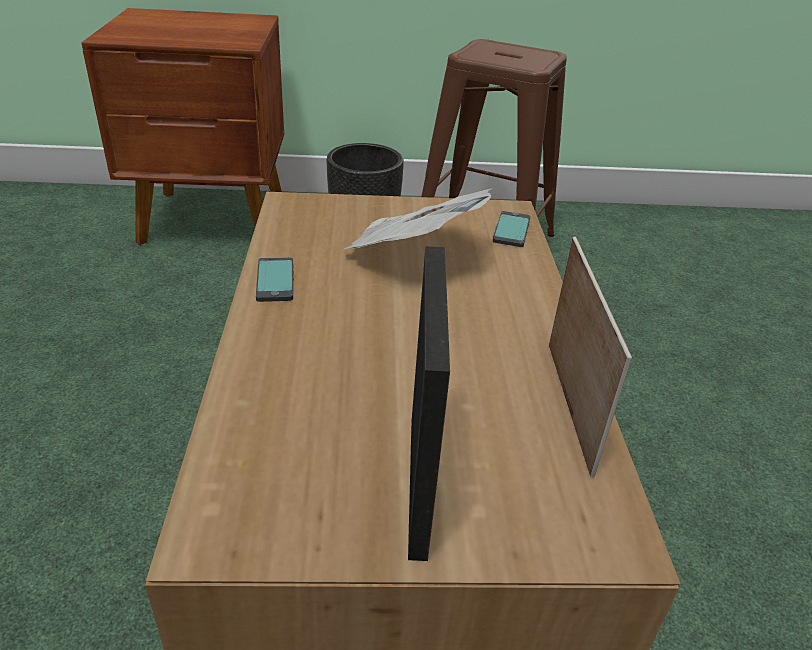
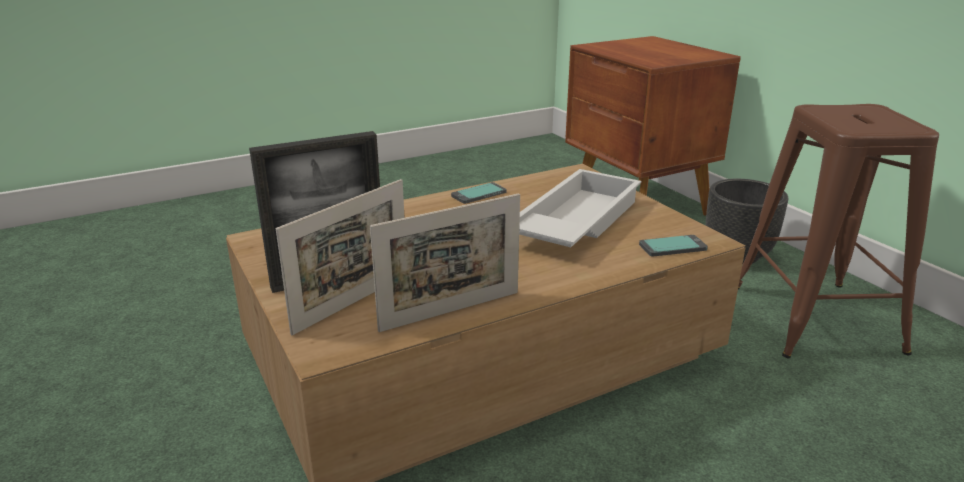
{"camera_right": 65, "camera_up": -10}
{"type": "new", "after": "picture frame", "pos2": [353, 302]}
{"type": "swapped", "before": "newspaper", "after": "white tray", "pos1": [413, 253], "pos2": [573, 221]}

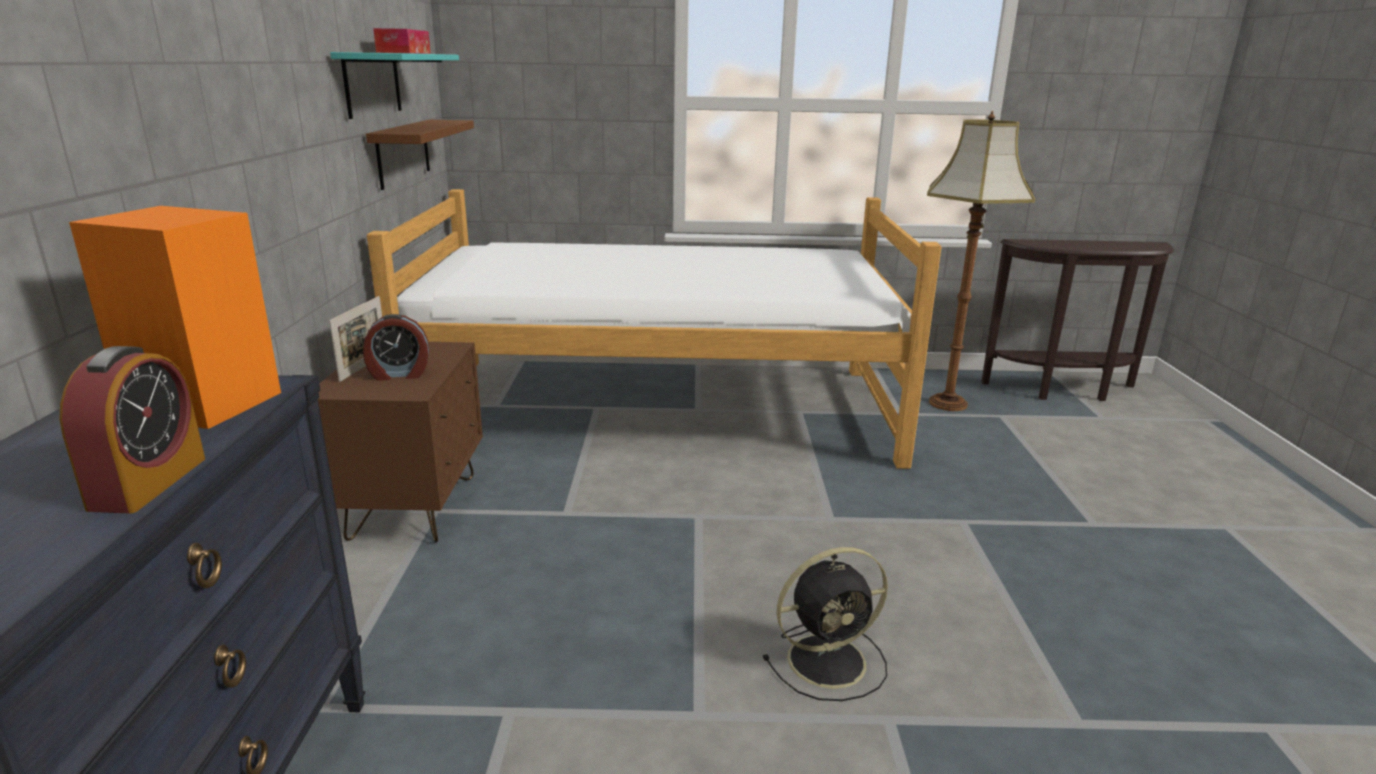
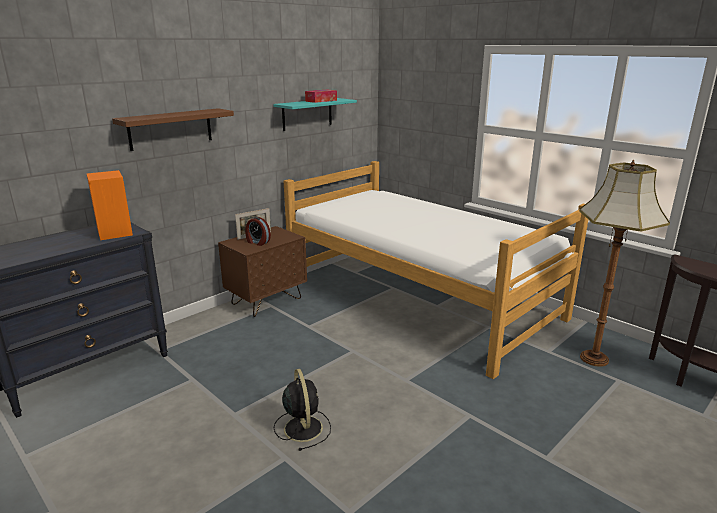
{"camera_right": 45, "camera_up": 0}
{"type": "shifted", "before": "brown shelf", "pos1": [403, 152], "pos2": [170, 129]}
{"type": "rotated", "before": "black fan", "pos1": [830, 660], "pos2": [302, 427], "turn": -135}
{"type": "gone", "before": "alarm clock", "pos1": [149, 483]}

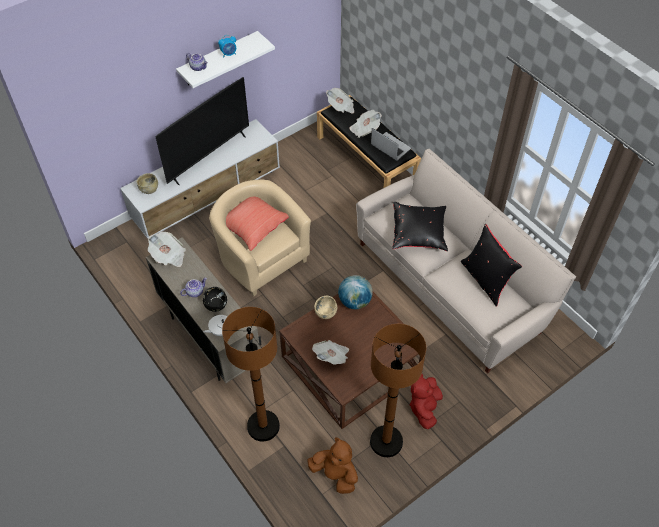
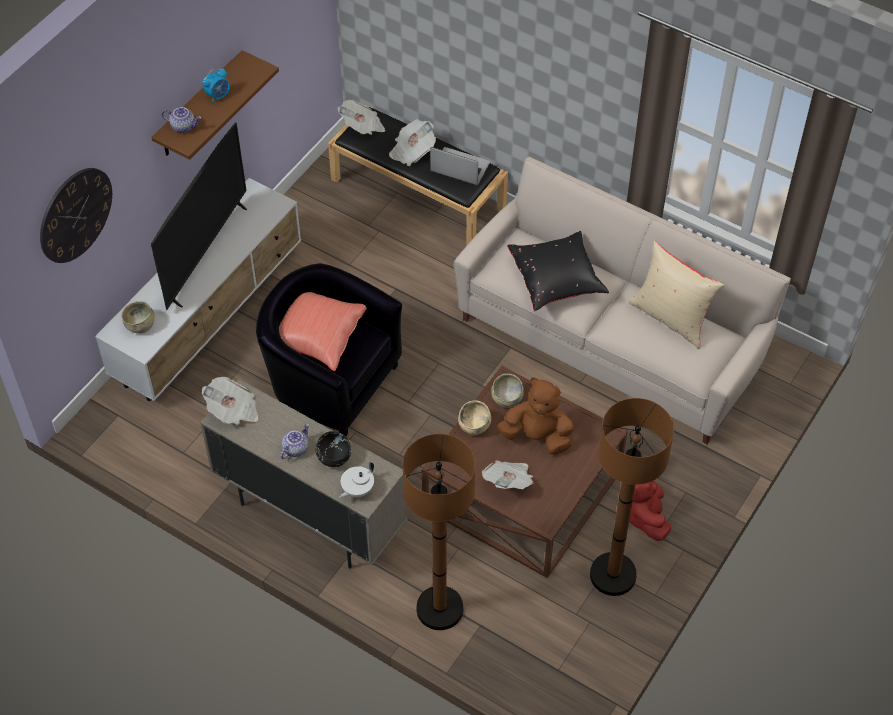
{"camera_right": -20, "camera_up": 0}
{"type": "new", "after": "wall clock", "pos2": [75, 215]}
{"type": "repainted", "before": "white shelf", "after": "brown shelf", "pos1": [219, 59], "pos2": [199, 106]}
{"type": "repainted", "before": "beige armchair", "after": "black armchair", "pos1": [261, 258], "pos2": [330, 381]}
{"type": "swapped", "before": "globe", "after": "beige bowl", "pos1": [355, 301], "pos2": [507, 399]}
{"type": "shifted", "before": "brown plush toy", "pos1": [335, 474], "pos2": [537, 436]}
{"type": "repainted", "before": "black pillow", "after": "beige pillow", "pos1": [485, 280], "pos2": [671, 317]}

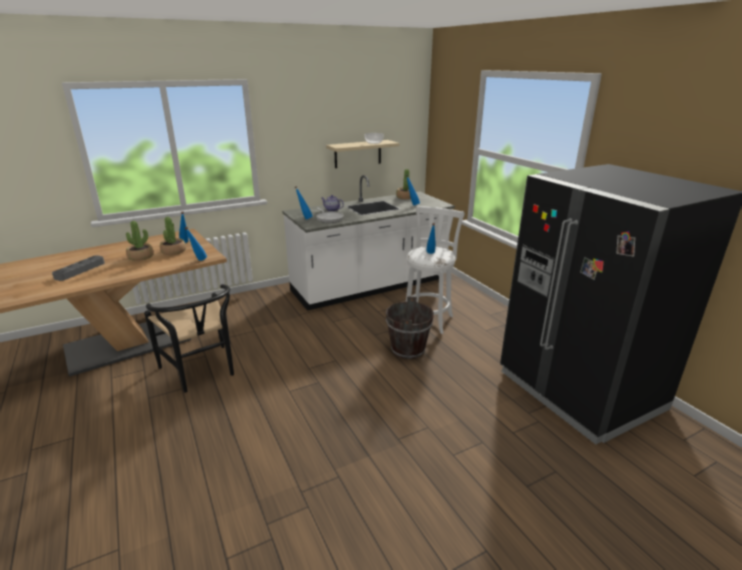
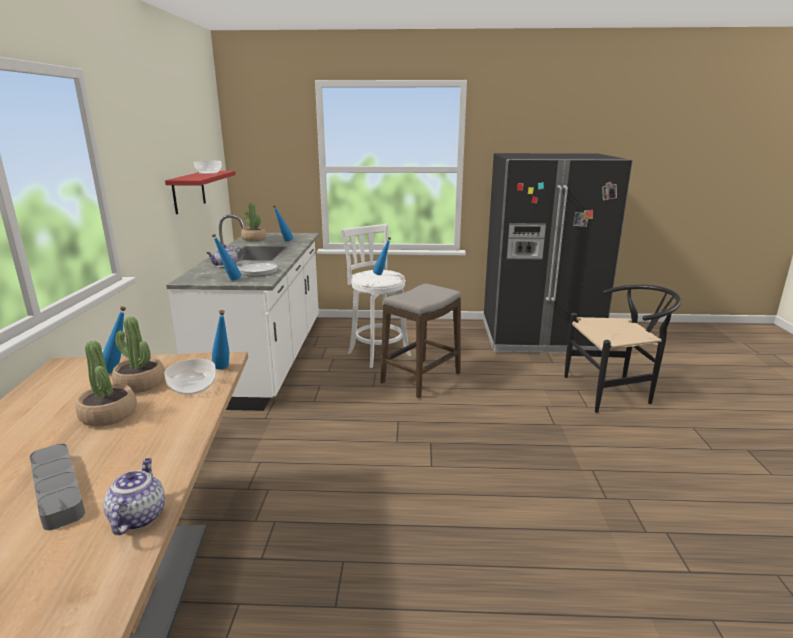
{"camera_right": -60, "camera_up": -5}
{"type": "new", "after": "teapot", "pos2": [138, 516]}
{"type": "new", "after": "bowl", "pos2": [193, 387]}
{"type": "repainted", "before": "beige shelf", "after": "red shelf", "pos1": [358, 154], "pos2": [188, 191]}
{"type": "swapped", "before": "brown bucket", "after": "stool", "pos1": [408, 350], "pos2": [420, 378]}
{"type": "shifted", "before": "black chair", "pos1": [202, 372], "pos2": [614, 391]}

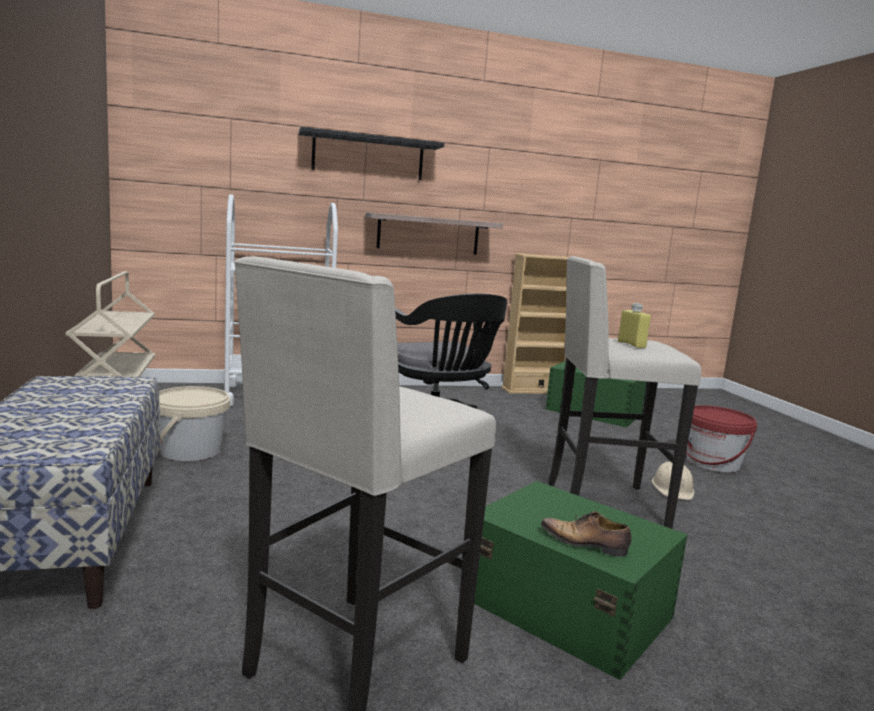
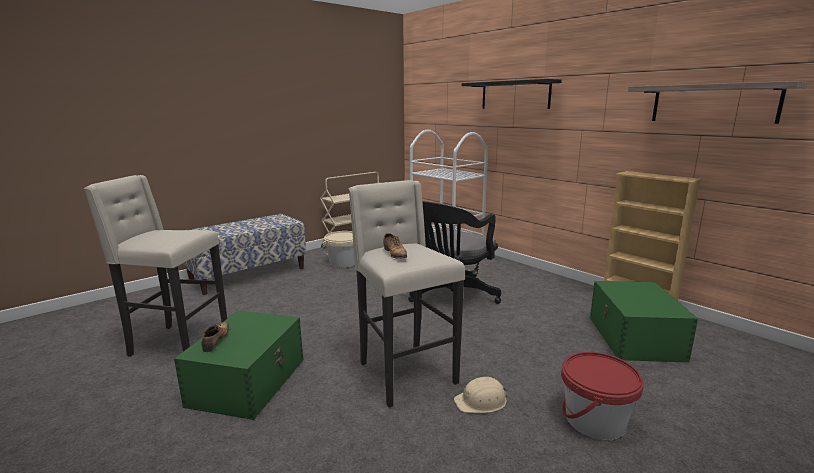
{"camera_right": 65, "camera_up": 5}
{"type": "swapped", "before": "yellow bottle", "after": "shoe", "pos1": [631, 344], "pos2": [395, 254]}
{"type": "shifted", "before": "shelf", "pos1": [428, 234], "pos2": [713, 103]}

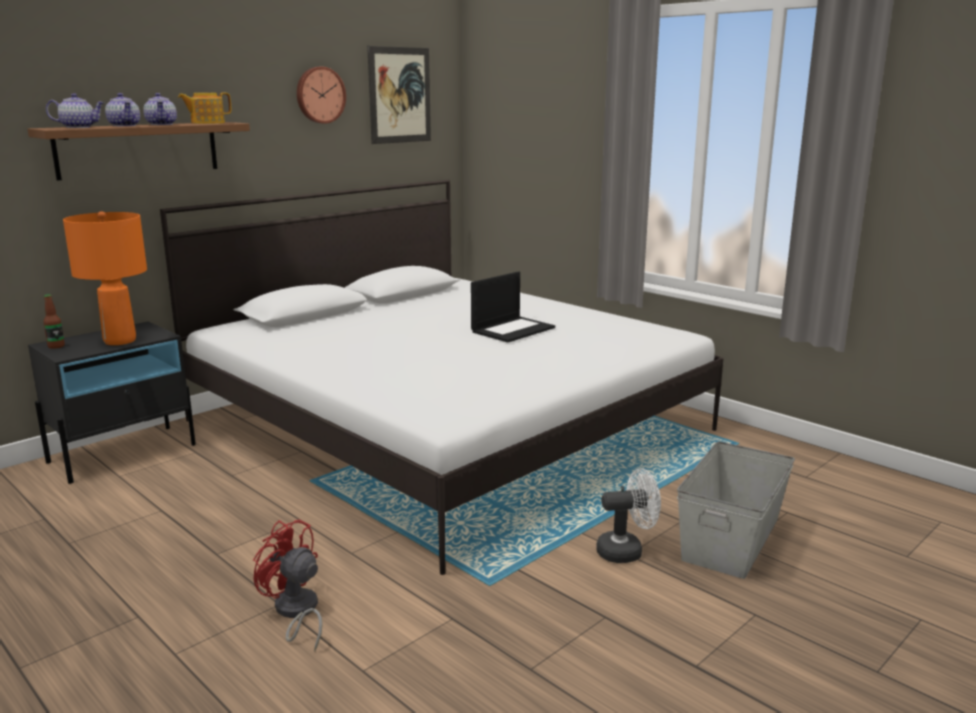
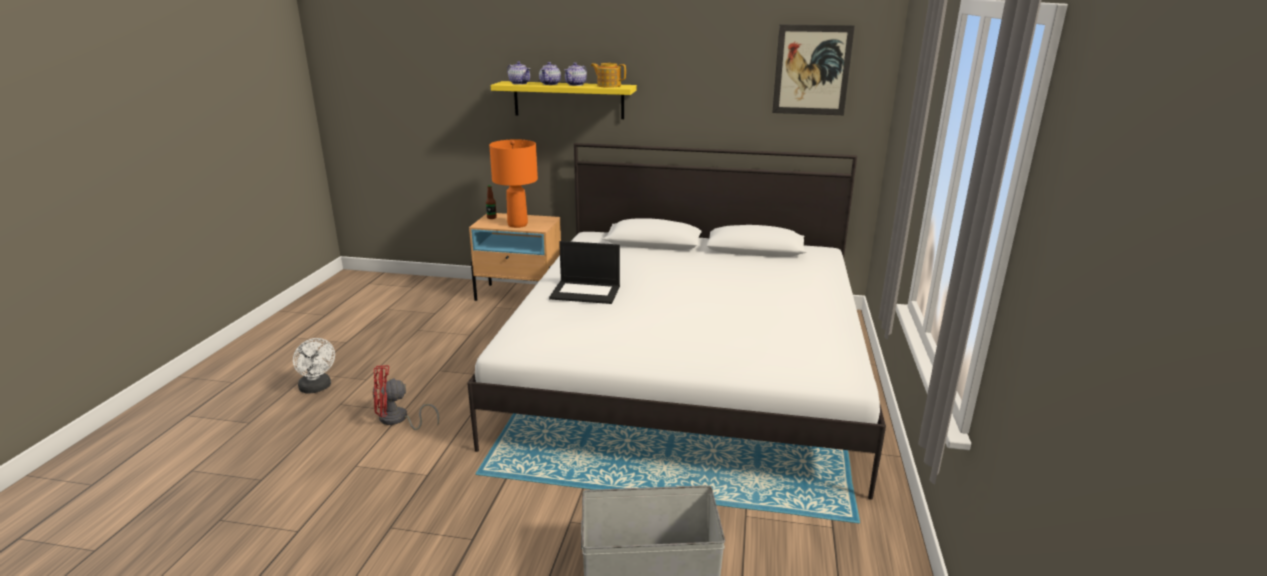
{"camera_right": 55, "camera_up": 5}
{"type": "shifted", "before": "white fan", "pos1": [626, 551], "pos2": [317, 388]}
{"type": "rotated", "before": "red fan", "pos1": [295, 612], "pos2": [398, 420], "turn": -105}
{"type": "repainted", "before": "black nightstand", "after": "beige nightstand", "pos1": [123, 453], "pos2": [520, 295]}
{"type": "repainted", "before": "brown shelf", "after": "yellow shelf", "pos1": [138, 149], "pos2": [568, 100]}
{"type": "shifted", "before": "laptop", "pos1": [513, 329], "pos2": [586, 292]}
{"type": "gone", "before": "wall clock", "pos1": [319, 95]}

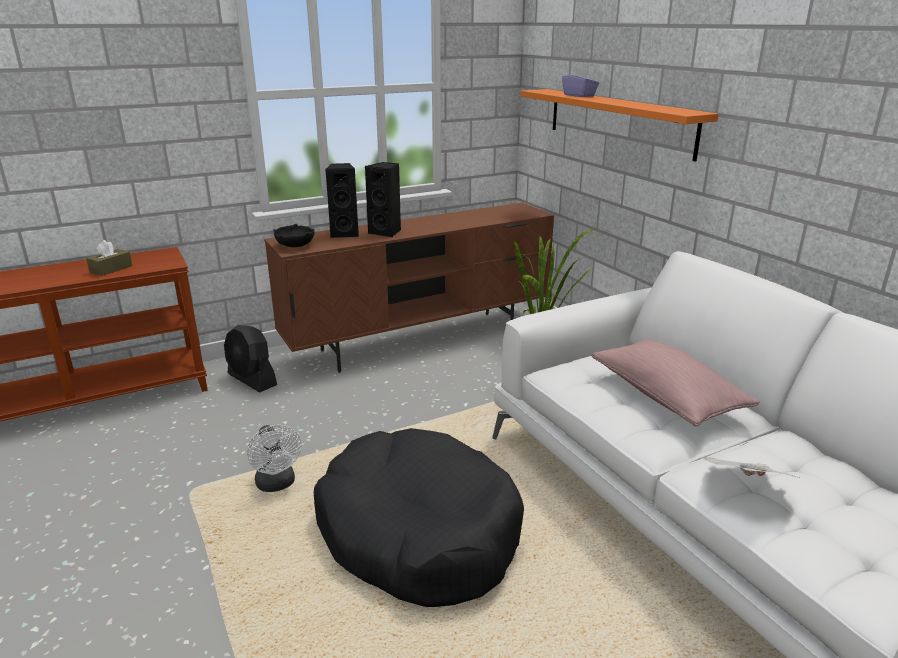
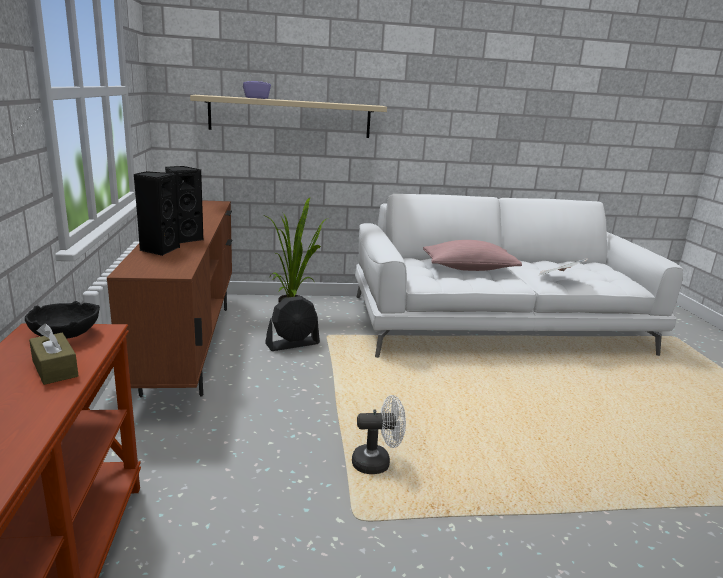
{"camera_right": -70, "camera_up": -5}
{"type": "shifted", "before": "black bowl", "pos1": [295, 245], "pos2": [64, 334]}
{"type": "repainted", "before": "orange shelf", "after": "beige shelf", "pos1": [618, 121], "pos2": [290, 117]}
{"type": "shifted", "before": "black fan", "pos1": [252, 379], "pos2": [293, 344]}
{"type": "gone", "before": "black dog bed", "pos1": [418, 533]}

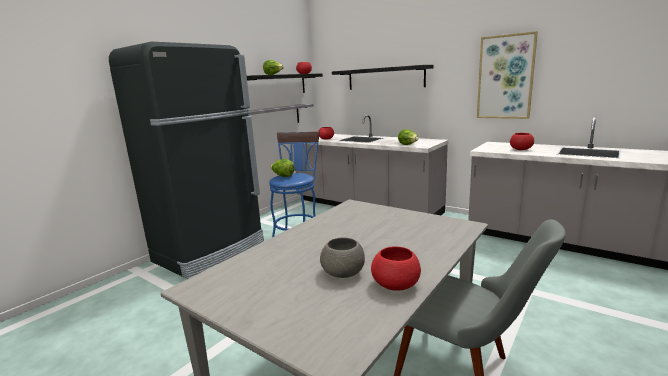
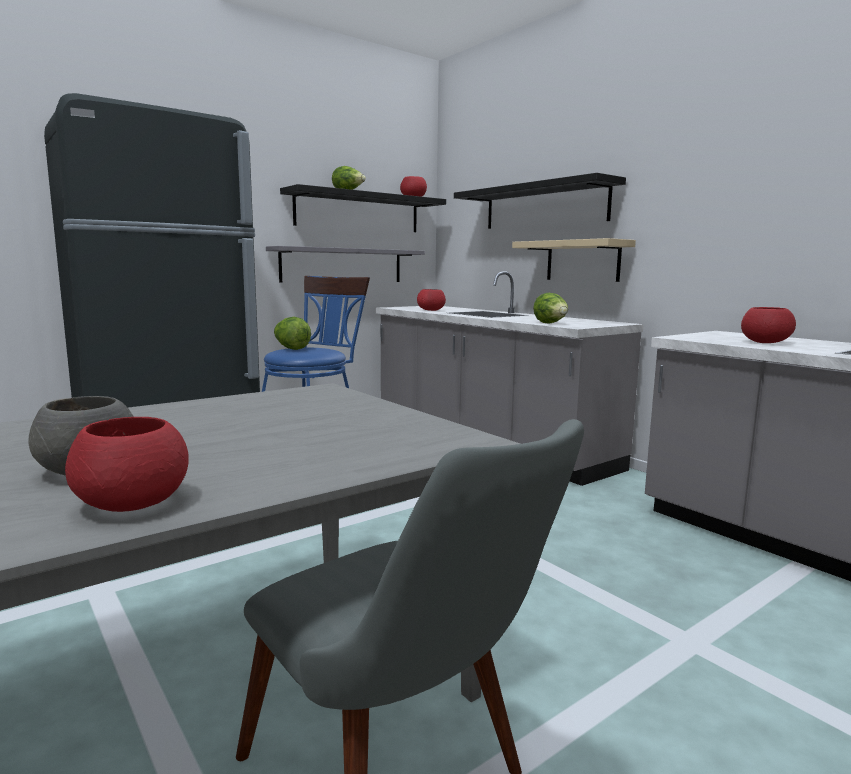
{"camera_right": 15, "camera_up": -5}
{"type": "new", "after": "beige shelf", "pos2": [582, 261]}
{"type": "gone", "before": "picture", "pos1": [505, 77]}

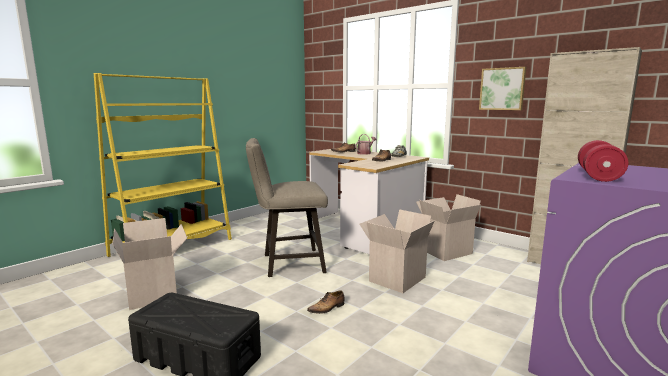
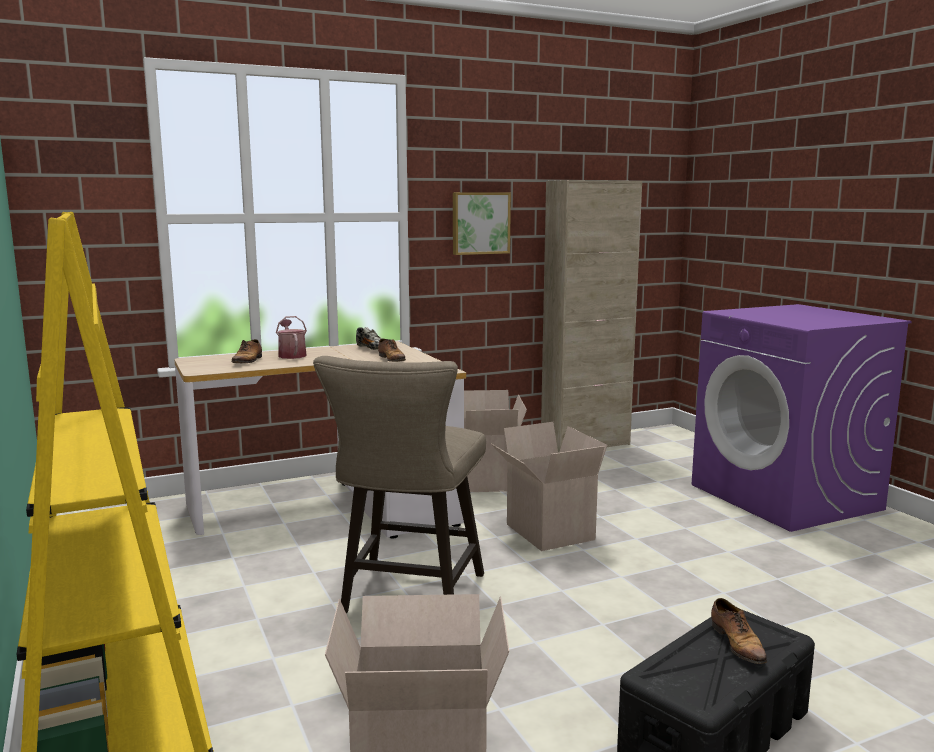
{"camera_right": -65, "camera_up": 0}
{"type": "shifted", "before": "shoe", "pos1": [327, 308], "pos2": [737, 644]}
{"type": "gone", "before": "red dumbbell", "pos1": [598, 176]}

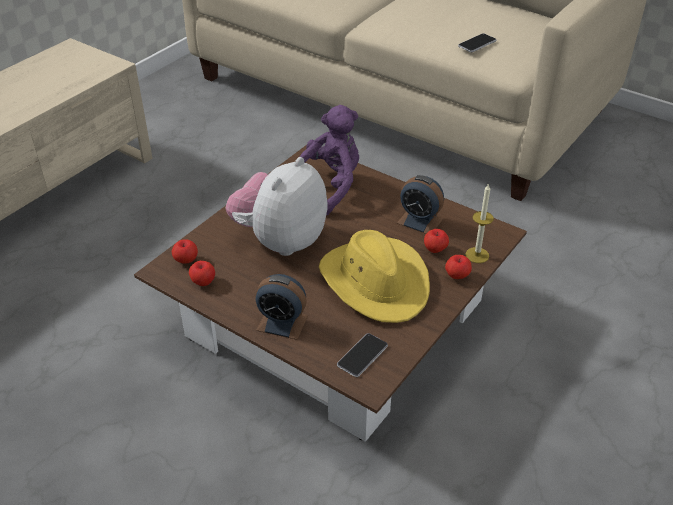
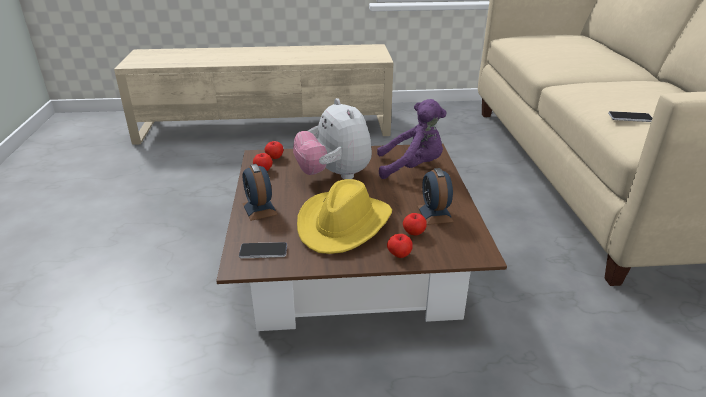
{"camera_right": 50, "camera_up": -10}
{"type": "rotated", "before": "plush toy", "pos1": [280, 240], "pos2": [334, 175], "turn": -105}
{"type": "gone", "before": "candle", "pos1": [477, 255]}

